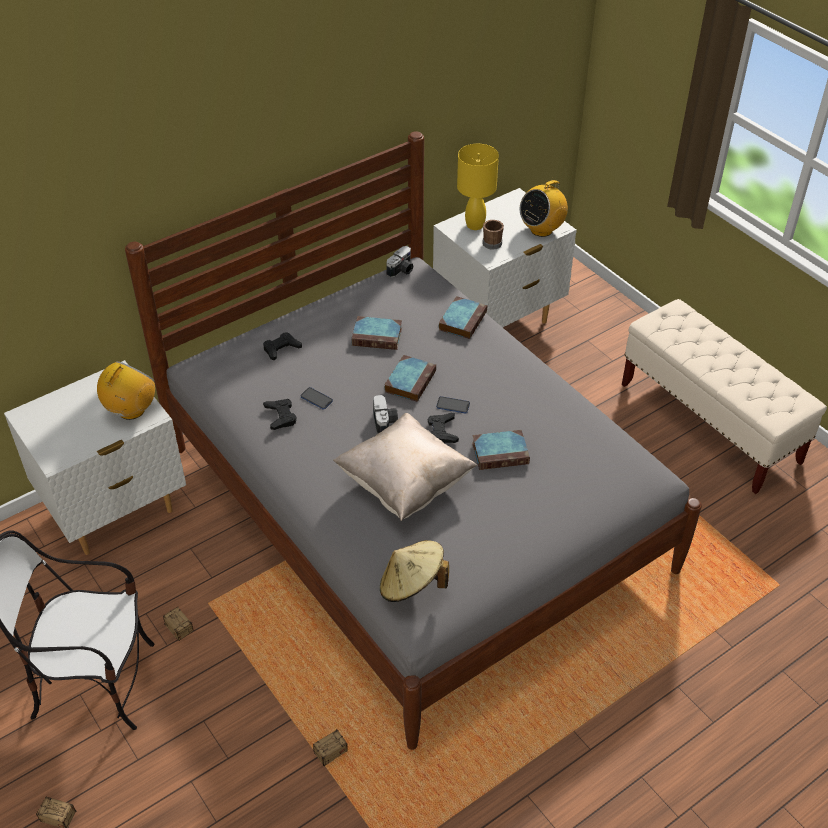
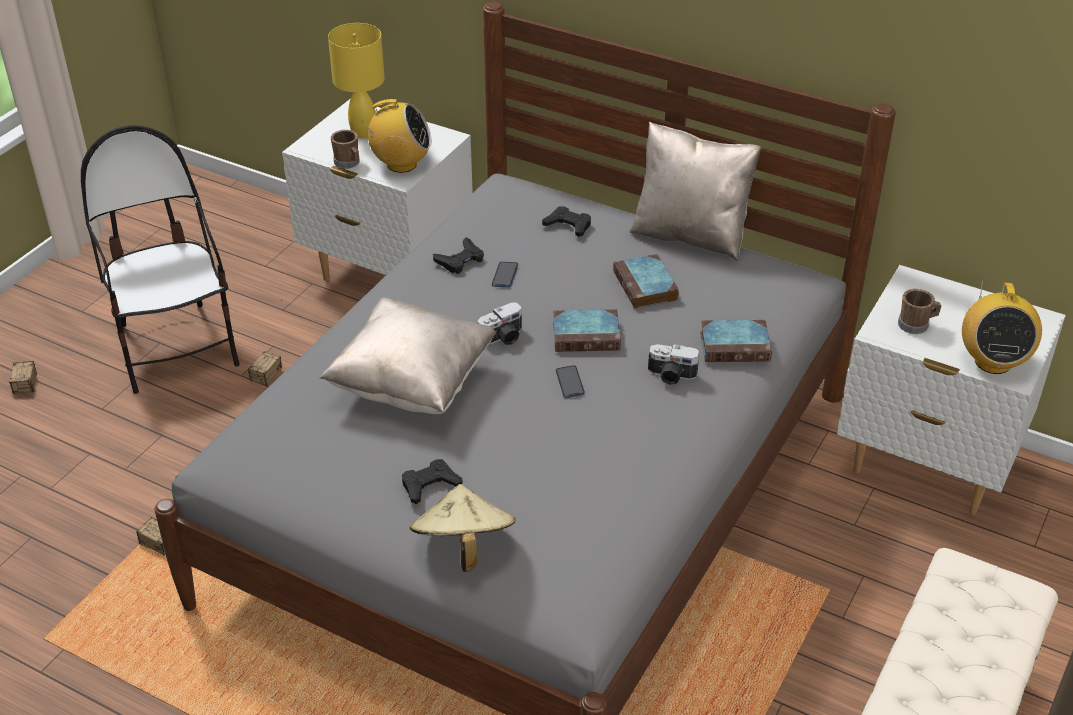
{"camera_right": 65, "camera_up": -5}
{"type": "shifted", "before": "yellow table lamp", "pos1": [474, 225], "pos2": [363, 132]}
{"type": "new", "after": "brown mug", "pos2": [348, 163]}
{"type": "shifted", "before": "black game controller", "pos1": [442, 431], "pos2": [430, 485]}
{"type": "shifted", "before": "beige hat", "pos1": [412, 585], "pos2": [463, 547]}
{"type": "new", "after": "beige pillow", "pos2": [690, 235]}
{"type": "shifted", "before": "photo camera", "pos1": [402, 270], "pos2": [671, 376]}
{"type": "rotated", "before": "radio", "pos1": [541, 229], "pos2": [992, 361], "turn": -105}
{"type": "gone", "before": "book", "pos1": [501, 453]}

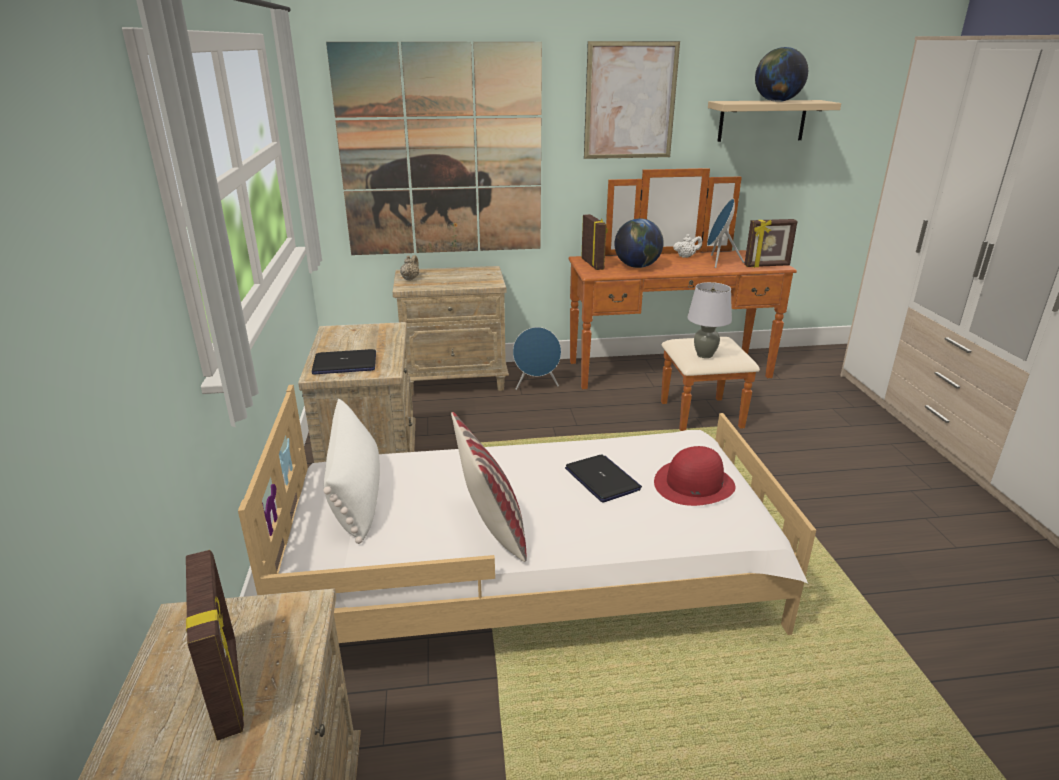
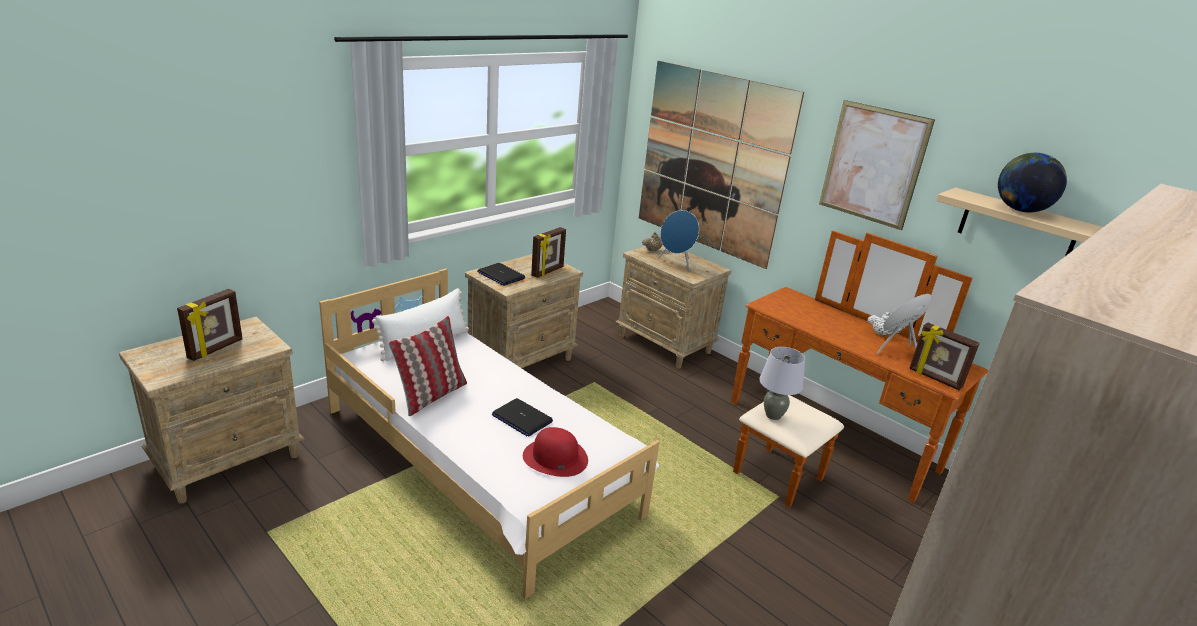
{"camera_right": 50, "camera_up": 0}
{"type": "rotated", "before": "laptop", "pos1": [602, 479], "pos2": [521, 418], "turn": 105}
{"type": "shifted", "before": "picture frame", "pos1": [593, 264], "pos2": [548, 272]}
{"type": "shifted", "before": "blue speaker", "pos1": [536, 386], "pos2": [676, 263]}
{"type": "gone", "before": "globe", "pos1": [637, 266]}

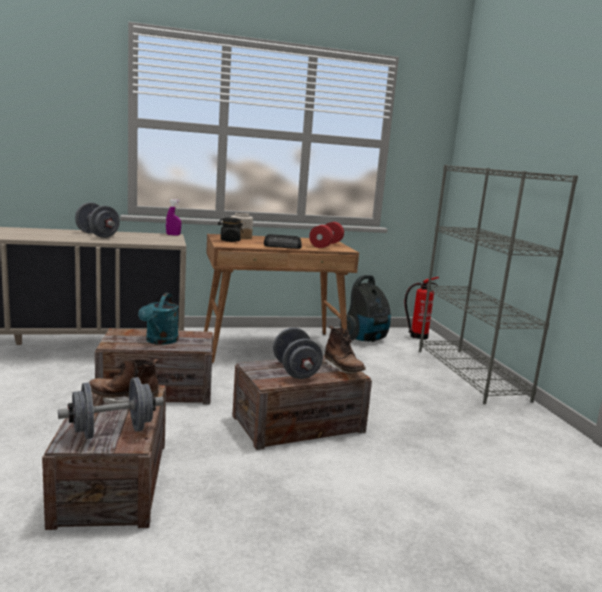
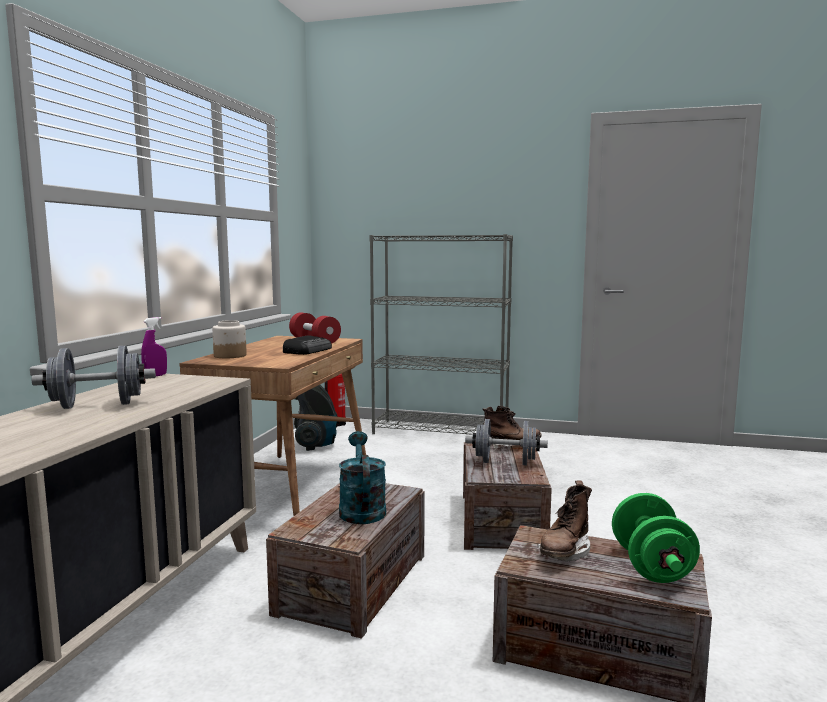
{"camera_right": -60, "camera_up": -5}
{"type": "rotated", "before": "turquoise watering can", "pos1": [160, 341], "pos2": [361, 509], "turn": -135}
{"type": "repainted", "before": "grey dumbbell", "after": "green dumbbell", "pos1": [112, 431], "pos2": [651, 566]}
{"type": "gone", "before": "black jar", "pos1": [230, 240]}

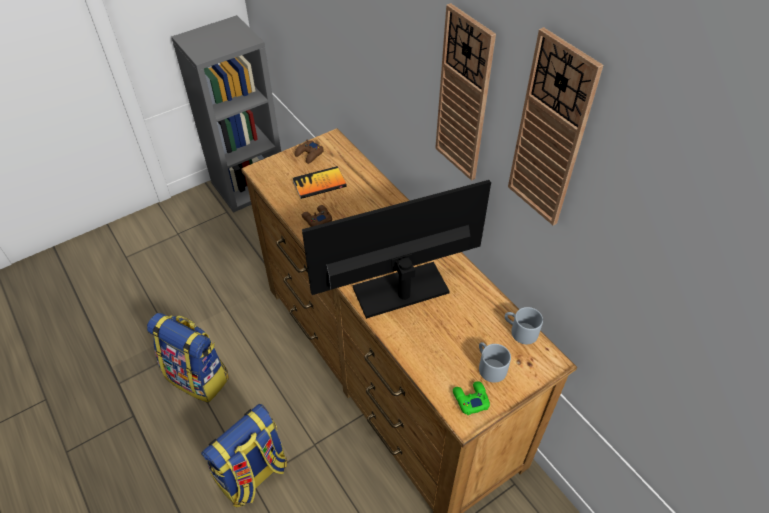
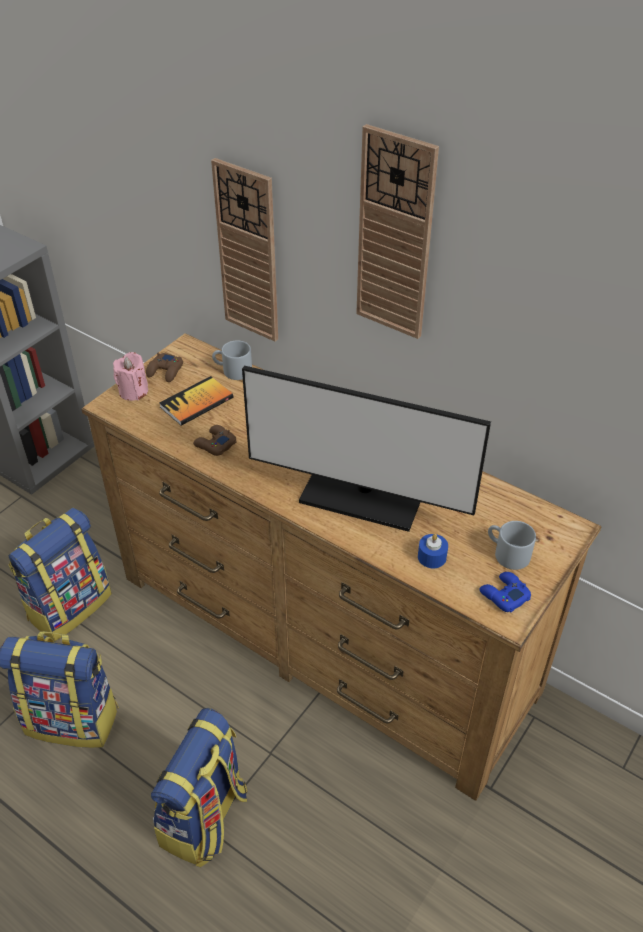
{"camera_right": -20, "camera_up": -5}
{"type": "new", "after": "backpack", "pos2": [69, 605]}
{"type": "new", "after": "pink candle", "pos2": [133, 391]}
{"type": "shifted", "before": "wall clock", "pos1": [551, 133], "pos2": [248, 253]}
{"type": "shifted", "before": "grey mug", "pos1": [519, 331], "pos2": [232, 371]}
{"type": "rotated", "before": "monitor", "pos1": [400, 290], "pos2": [361, 498], "turn": -120}
{"type": "new", "after": "blue candle", "pos2": [432, 557]}
{"type": "repainted", "before": "green game controller", "after": "blue game controller", "pos1": [470, 399], "pos2": [504, 595]}

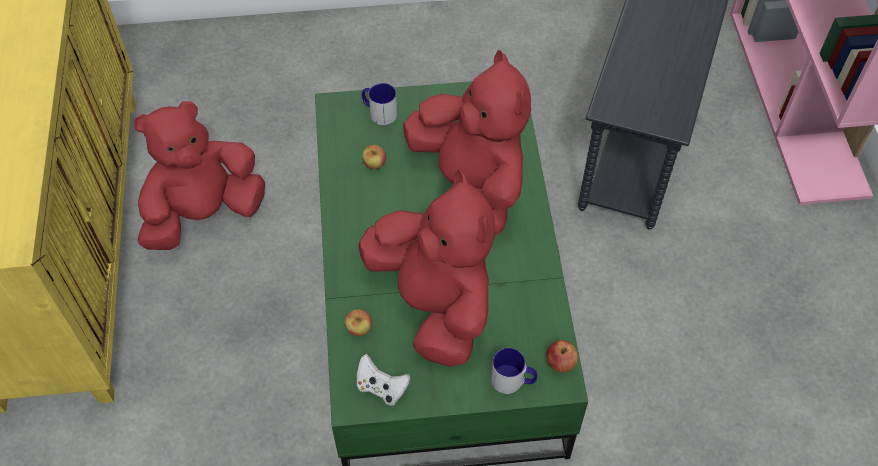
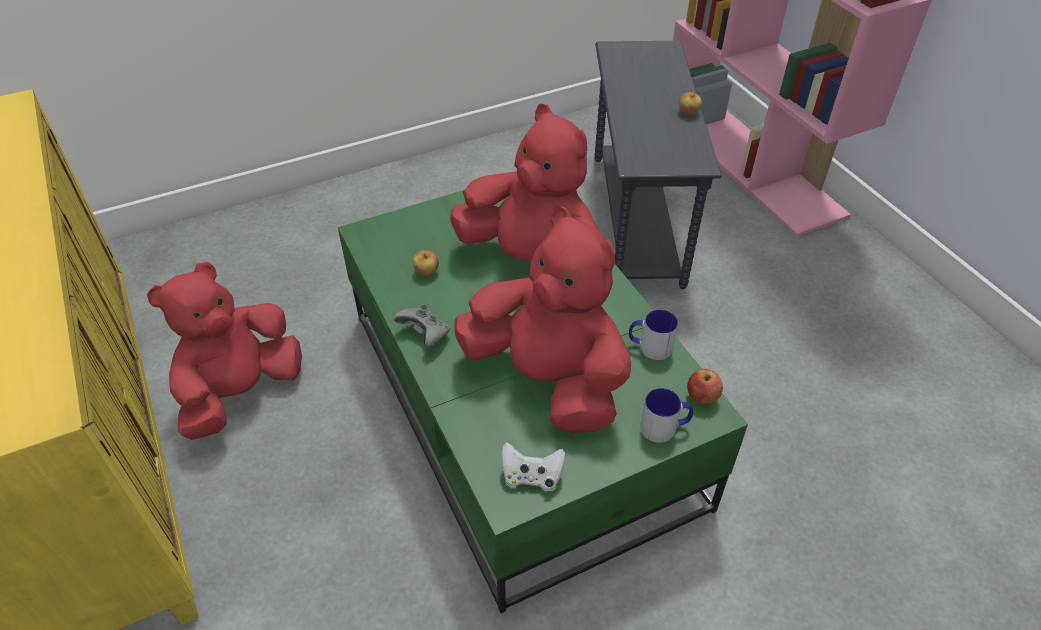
{"camera_right": -20, "camera_up": -10}
{"type": "new", "after": "grey game controller", "pos2": [425, 335]}
{"type": "shifted", "before": "mug", "pos1": [379, 112], "pos2": [649, 347]}
{"type": "shifted", "before": "apple", "pos1": [359, 329], "pos2": [688, 112]}

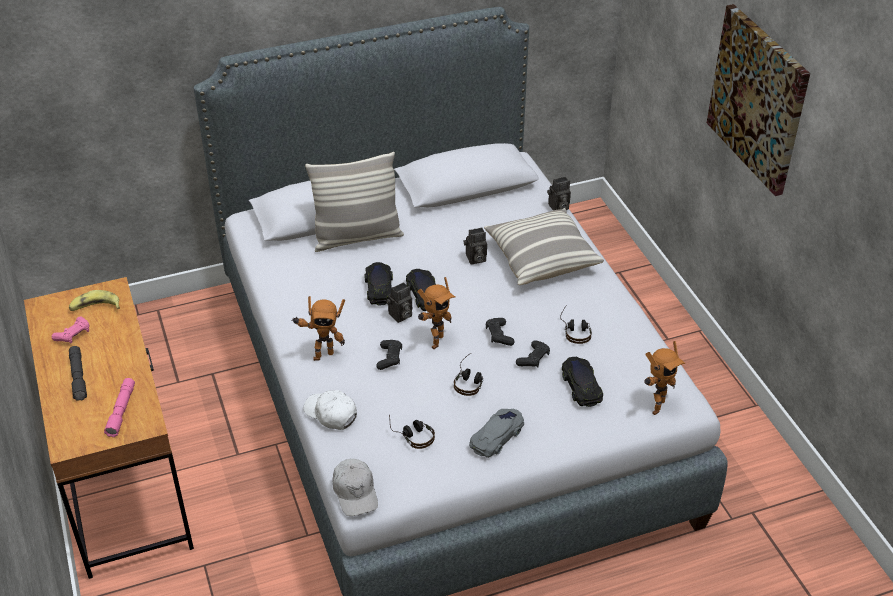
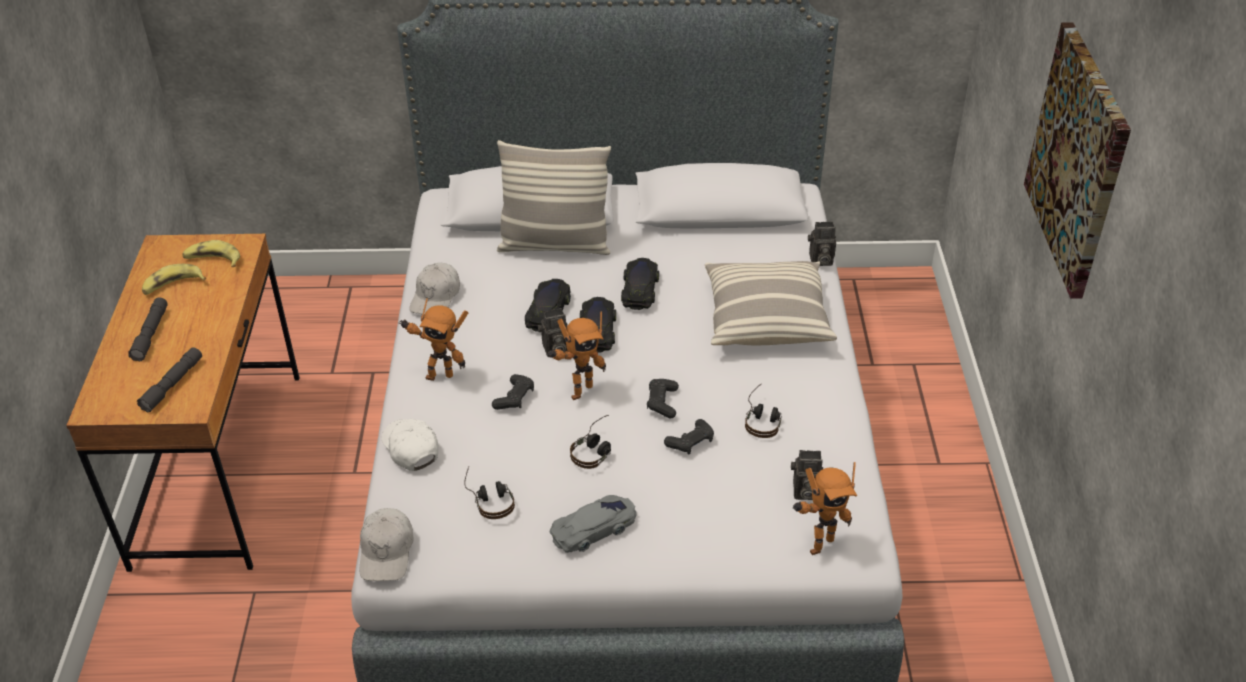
{"camera_right": 20, "camera_up": 0}
{"type": "repainted", "before": "pink flashlight", "after": "grey flashlight", "pos1": [121, 411], "pos2": [172, 384]}
{"type": "swapped", "before": "pink game controller", "after": "banana", "pos1": [73, 334], "pos2": [173, 285]}
{"type": "new", "after": "white cap", "pos2": [436, 297]}
{"type": "shifted", "before": "black toy car", "pos1": [581, 385], "pos2": [640, 288]}
{"type": "shifted", "before": "photo camera", "pos1": [475, 259], "pos2": [804, 492]}

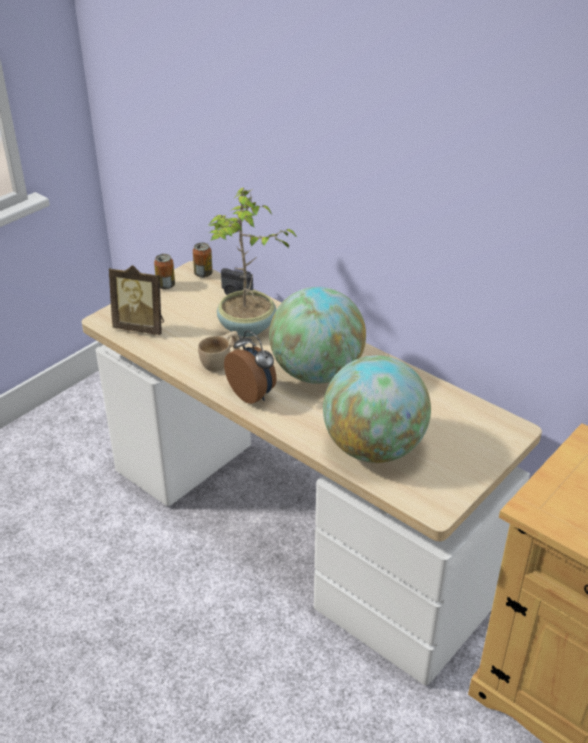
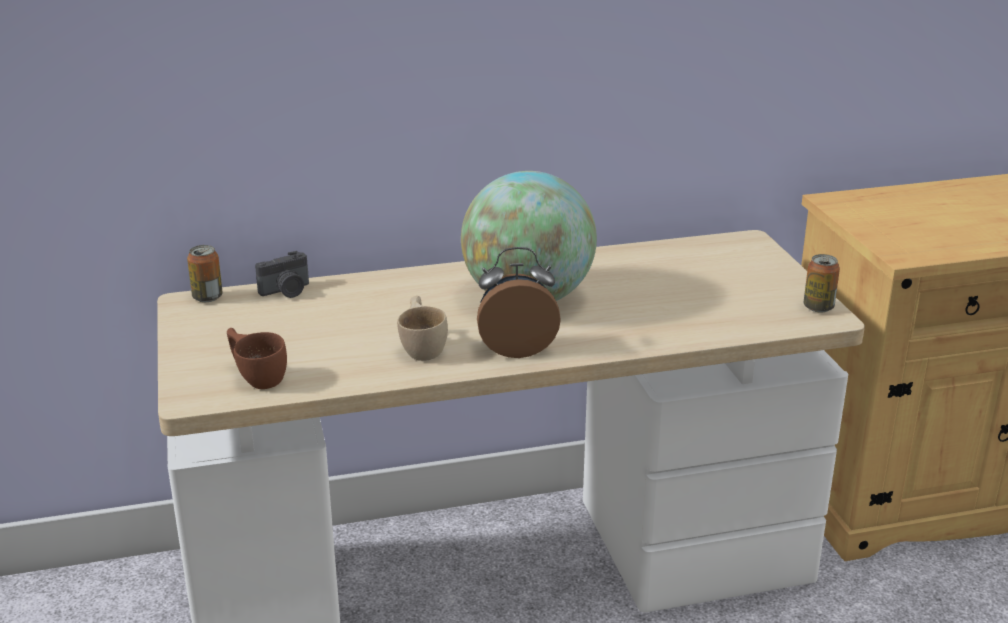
{"camera_right": -55, "camera_up": -10}
{"type": "swapped", "before": "picture frame", "after": "brown cup", "pos1": [141, 327], "pos2": [257, 376]}
{"type": "shifted", "before": "can", "pos1": [166, 285], "pos2": [818, 307]}
{"type": "gone", "before": "potted plant", "pos1": [247, 328]}
{"type": "gone", "before": "globe", "pos1": [373, 448]}

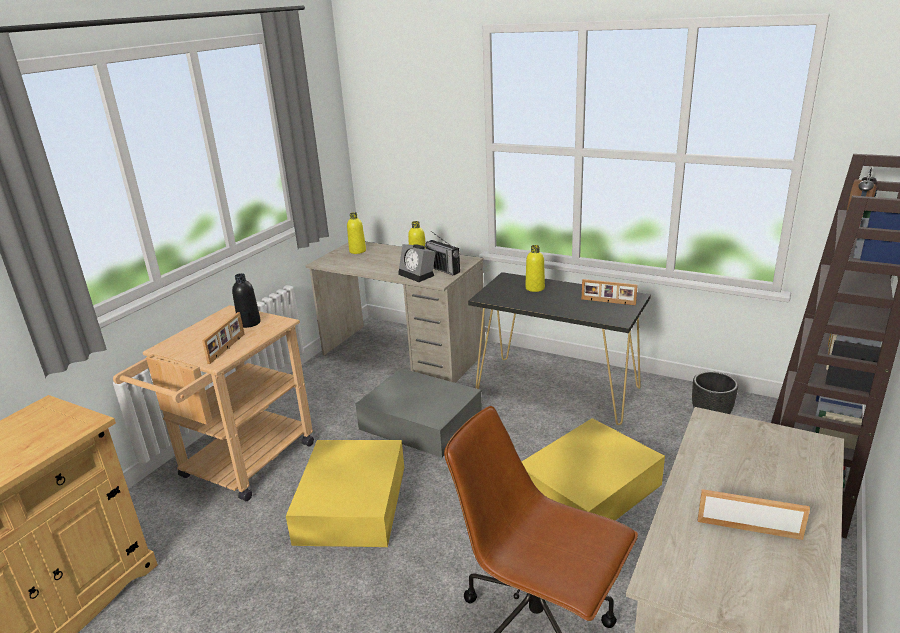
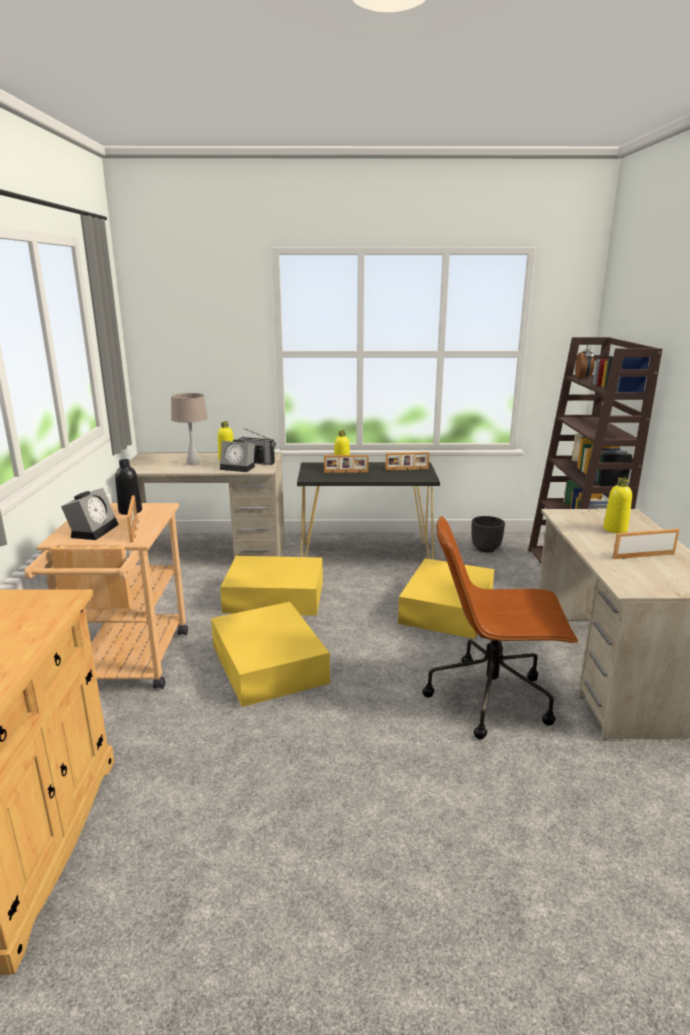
{"camera_right": -30, "camera_up": -5}
{"type": "new", "after": "alarm clock", "pos2": [93, 530]}
{"type": "new", "after": "beige table lamp", "pos2": [193, 463]}
{"type": "repainted", "before": "grey storage box", "after": "yellow storage box", "pos1": [419, 421], "pos2": [273, 596]}
{"type": "new", "after": "picture frame", "pos2": [346, 472]}
{"type": "shifted", "before": "yellow bottle", "pos1": [357, 251], "pos2": [615, 529]}

